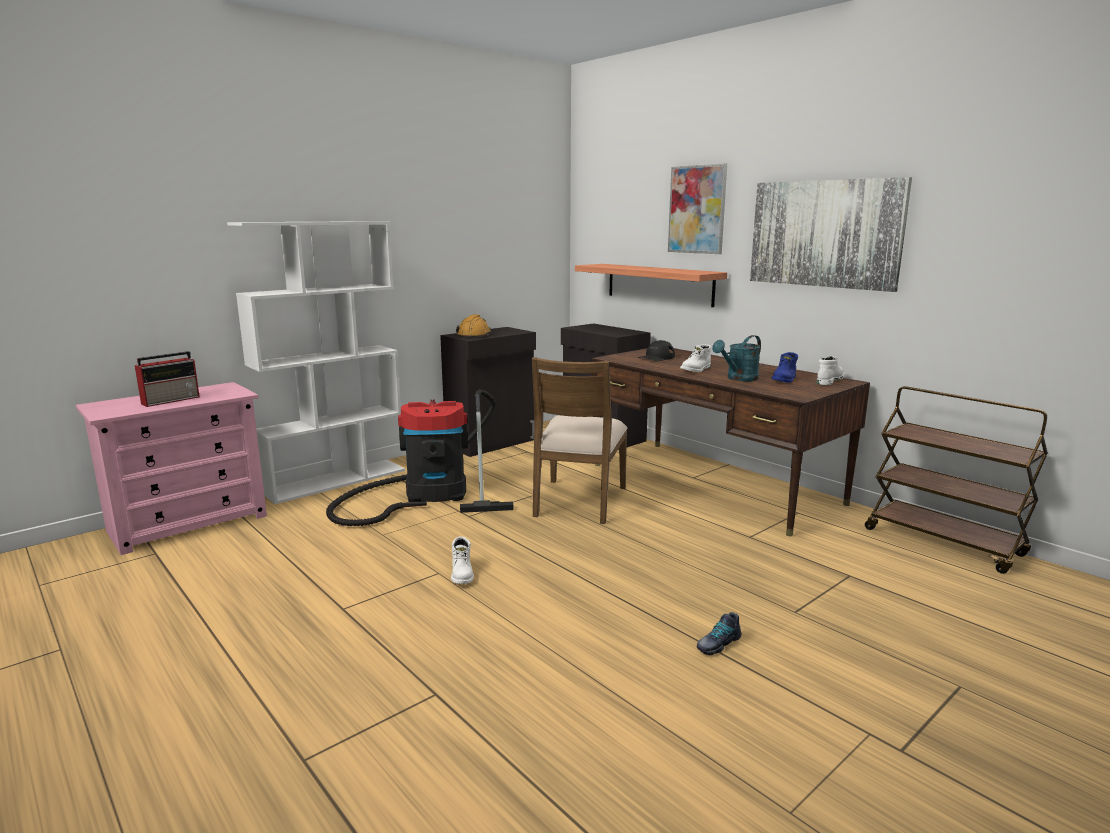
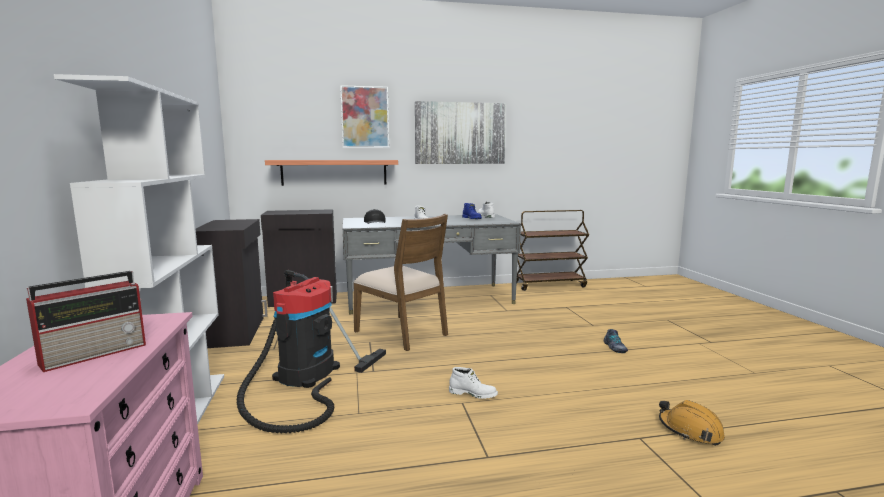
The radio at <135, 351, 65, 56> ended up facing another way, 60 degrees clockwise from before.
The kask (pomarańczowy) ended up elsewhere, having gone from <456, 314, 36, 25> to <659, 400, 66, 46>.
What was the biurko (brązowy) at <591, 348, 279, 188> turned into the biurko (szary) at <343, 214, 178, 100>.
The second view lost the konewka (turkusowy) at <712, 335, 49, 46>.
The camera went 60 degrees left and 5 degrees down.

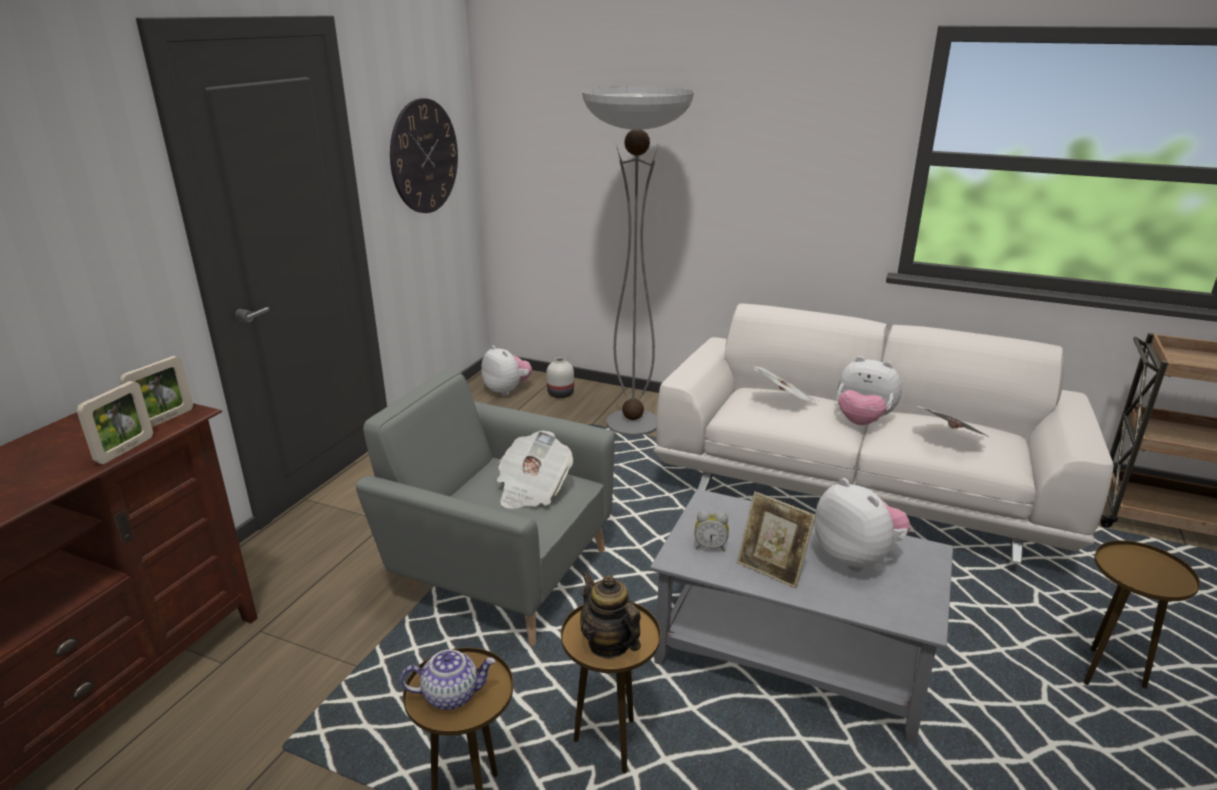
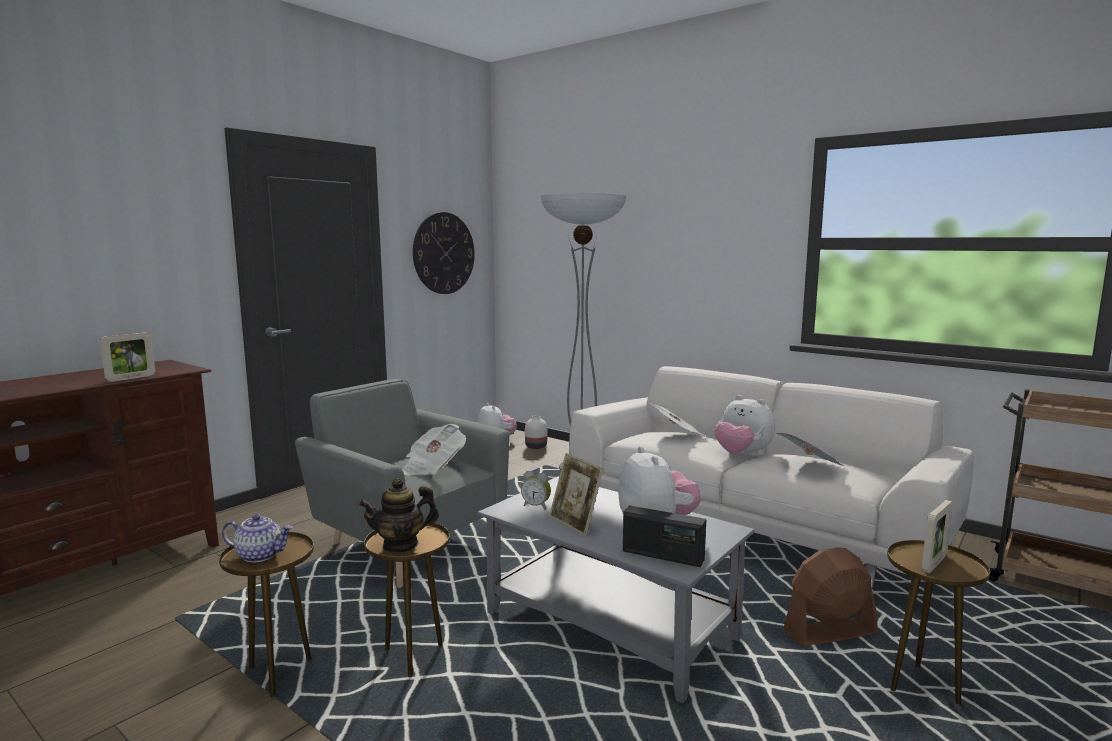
The ramka na zdjęcie ended up elsewhere, having gone from <120, 356, 73, 71> to <922, 500, 31, 73>.
The imbryk at <580, 572, 61, 87> ended up facing another way, 90 degrees counterclockwise from before.
The second view gained the radio at <623, 506, 83, 61>.
The second view gained the wentylator (brązowy) at <783, 547, 95, 99>.
The camera went 15 degrees right and 15 degrees down.

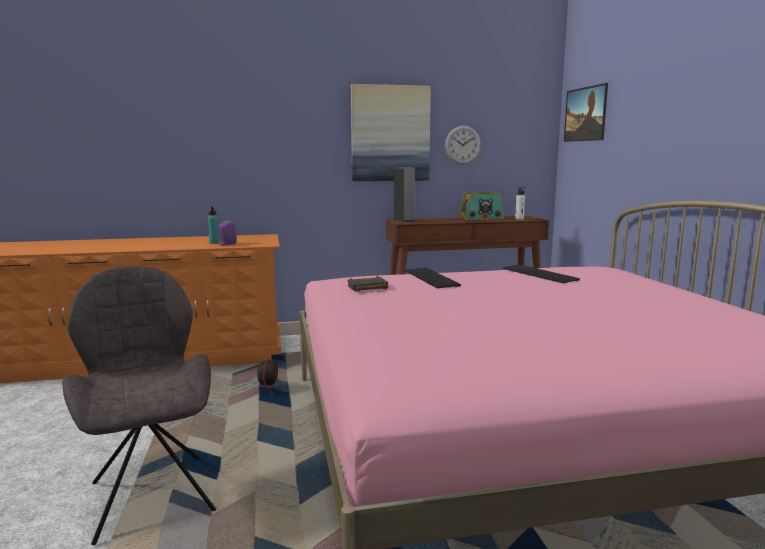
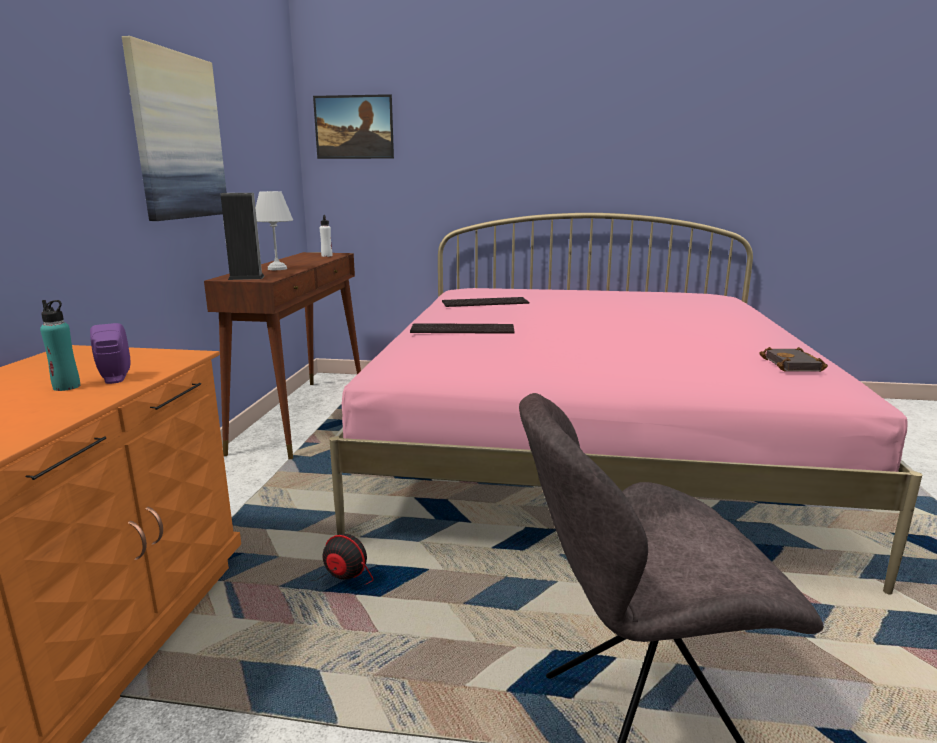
The książka (czarny) ended up elsewhere, having gone from <347, 276, 41, 16> to <759, 347, 69, 25>.
The second view lost the zegar ścienny at <445, 126, 36, 38>.
The second view lost the radio at <459, 192, 46, 28>.
The second view gained the lampa stołowa (biały) at <255, 191, 38, 79>.
The camera went 70 degrees left and 5 degrees up.

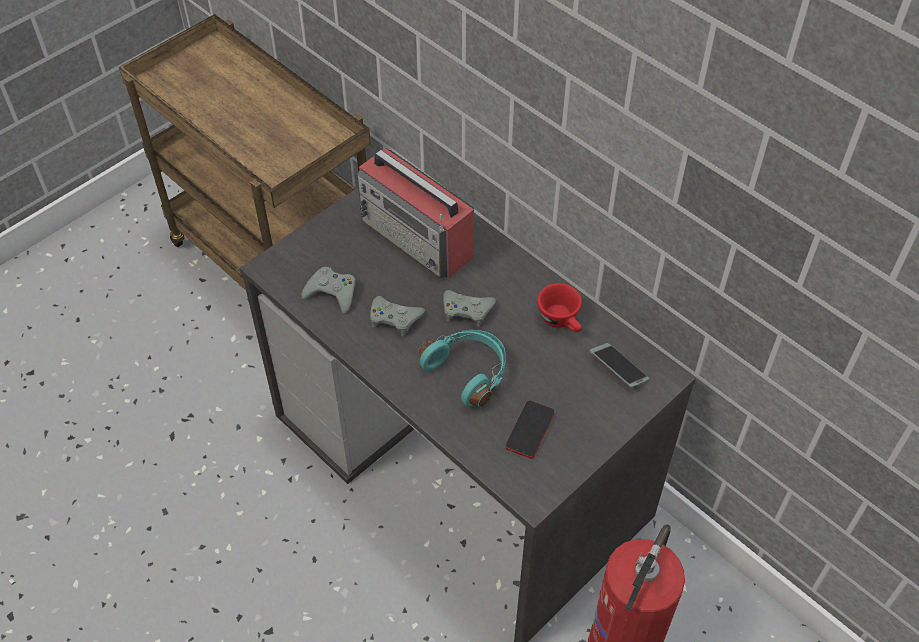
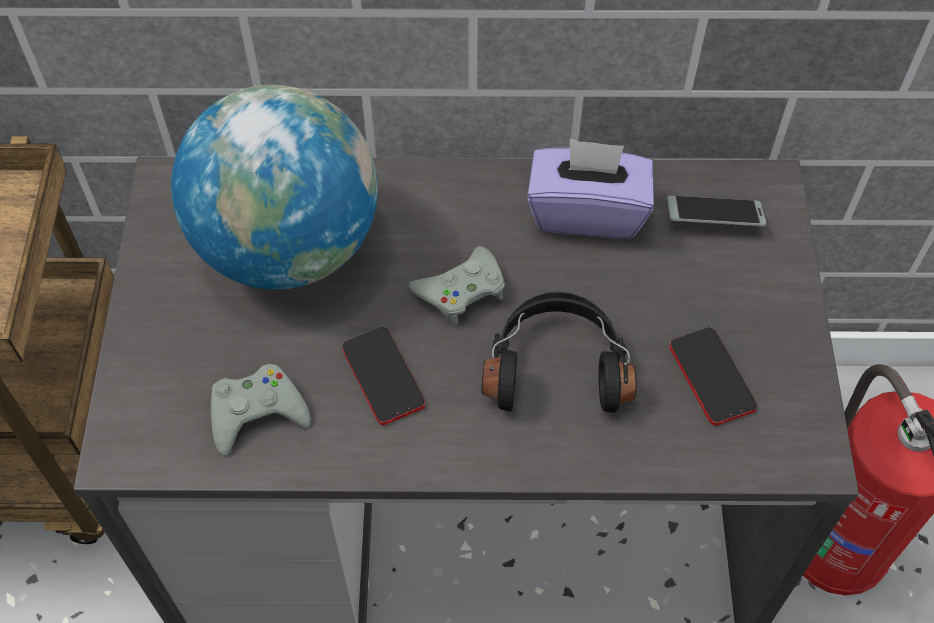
Where the radio stood at <357, 148, 117, 131>, the globus came to stand at <171, 85, 207, 205>.
Where the pad do gier (szary) stood at <370, 296, 55, 40>, the telefon came to stand at <342, 327, 83, 98>.
What was the słuchawki (turkusowy) at <419, 330, 87, 77> turned into the słuchawki (czarny) at <481, 291, 156, 122>.
Where the filiżanka (czerwony) stood at <537, 283, 45, 49>, the pudełko chusteczek (fioletowy) came to stand at <527, 138, 127, 101>.
The camera went 45 degrees left and 5 degrees up.

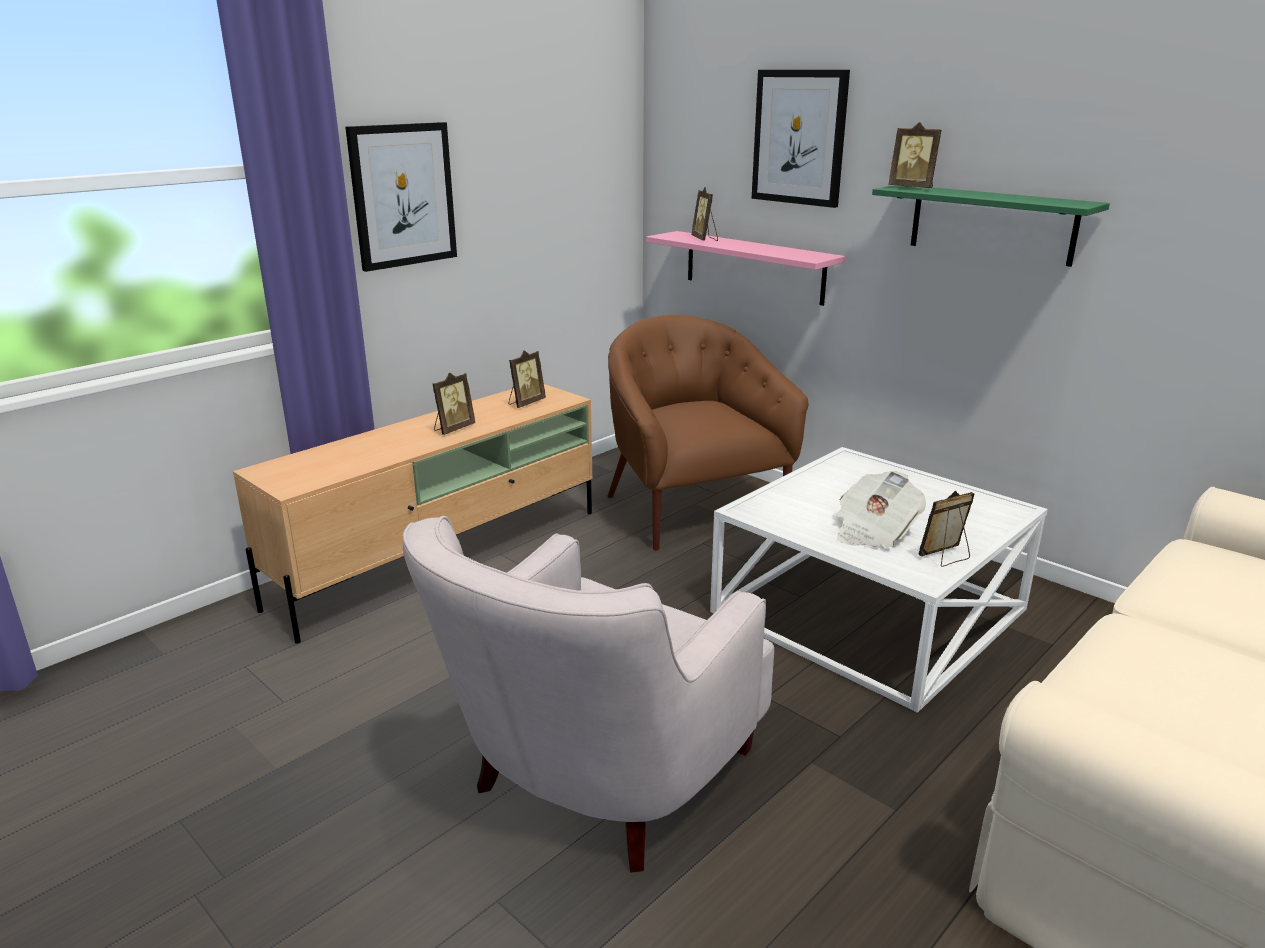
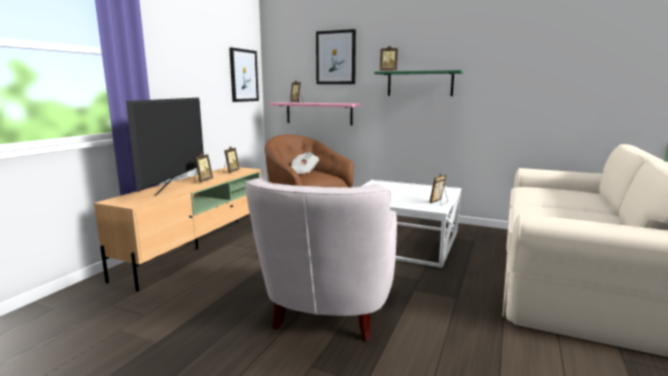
The obraz ended up elsewhere, having gone from <345, 122, 112, 150> to <229, 47, 30, 55>.
The gazeta ended up elsewhere, having gone from <836, 471, 90, 77> to <291, 152, 28, 22>.
The second view gained the telewizor at <126, 98, 78, 98>.
The camera went 20 degrees left and 10 degrees down.

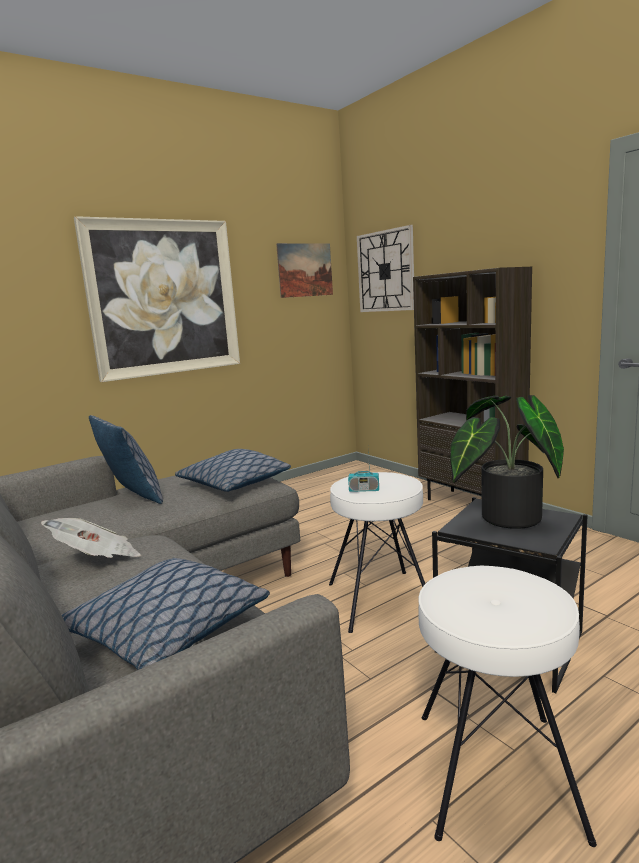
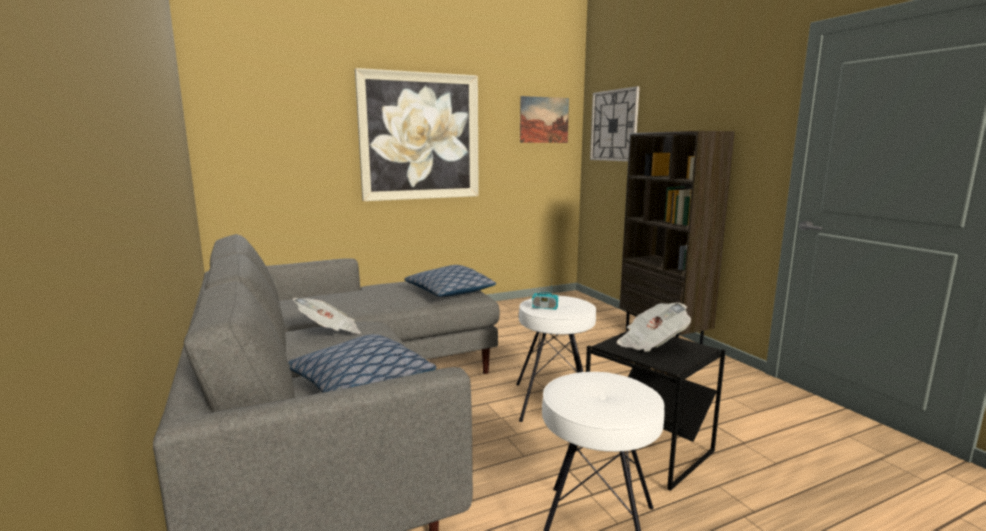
The second view lost the poduszka at <89, 415, 74, 89>.
Where the roślina doniczkowa stood at <450, 395, 114, 134>, the gazeta came to stand at <617, 303, 74, 49>.
The camera went 10 degrees right and 0 degrees up.

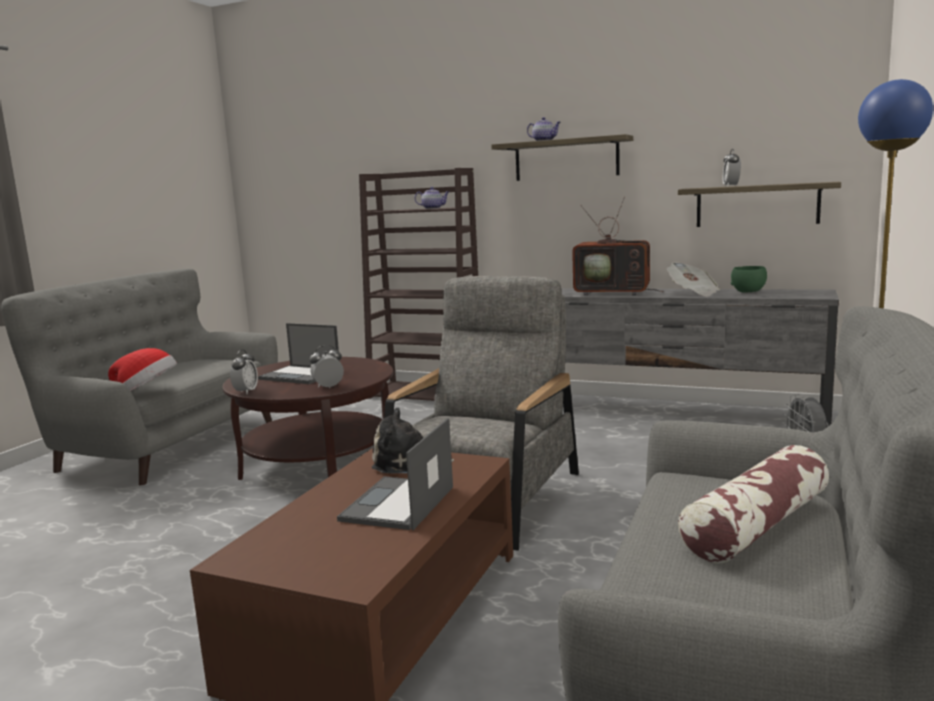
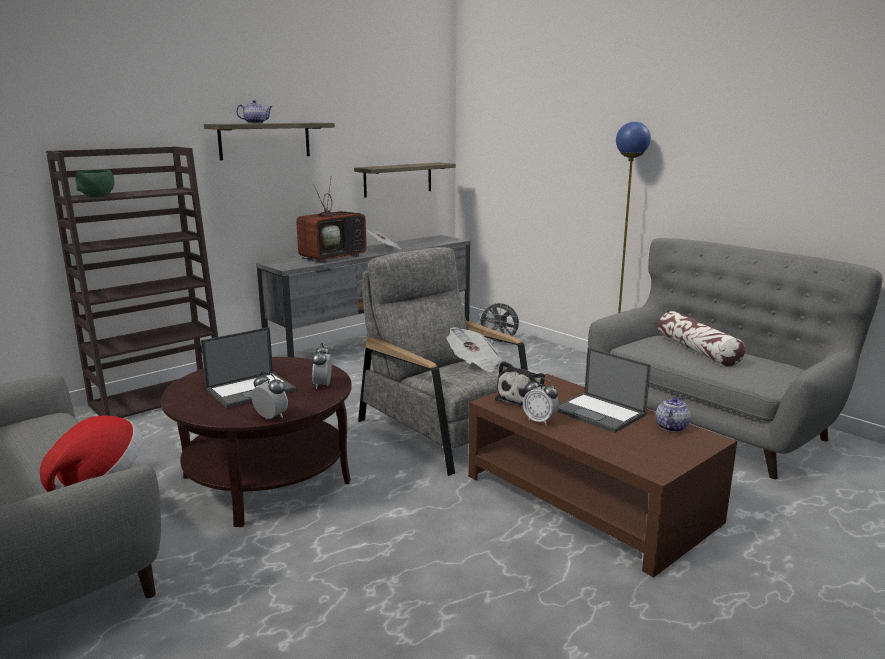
The imbryk ended up elsewhere, having gone from <415, 187, 34, 22> to <656, 396, 34, 36>.
The budzik ended up elsewhere, having gone from <723, 149, 18, 38> to <523, 377, 36, 48>.
The miska (zielony) ended up elsewhere, having gone from <731, 266, 36, 27> to <75, 169, 40, 28>.
The second view gained the gazeta at <446, 327, 56, 45>.
The camera went 65 degrees left and 5 degrees up.

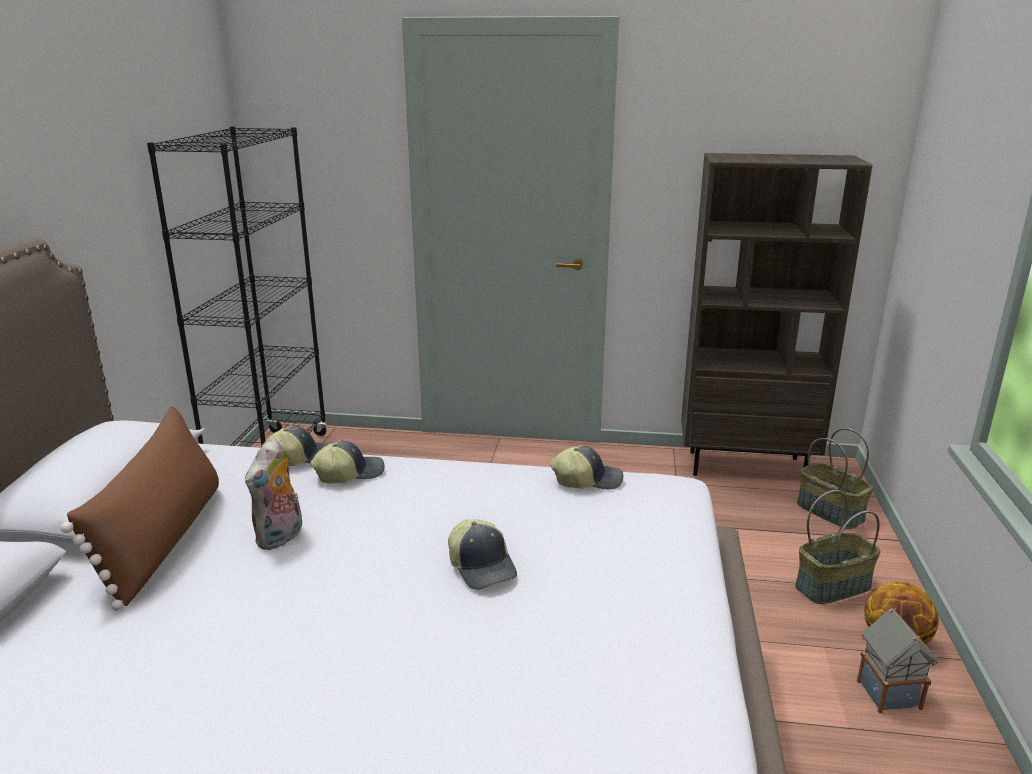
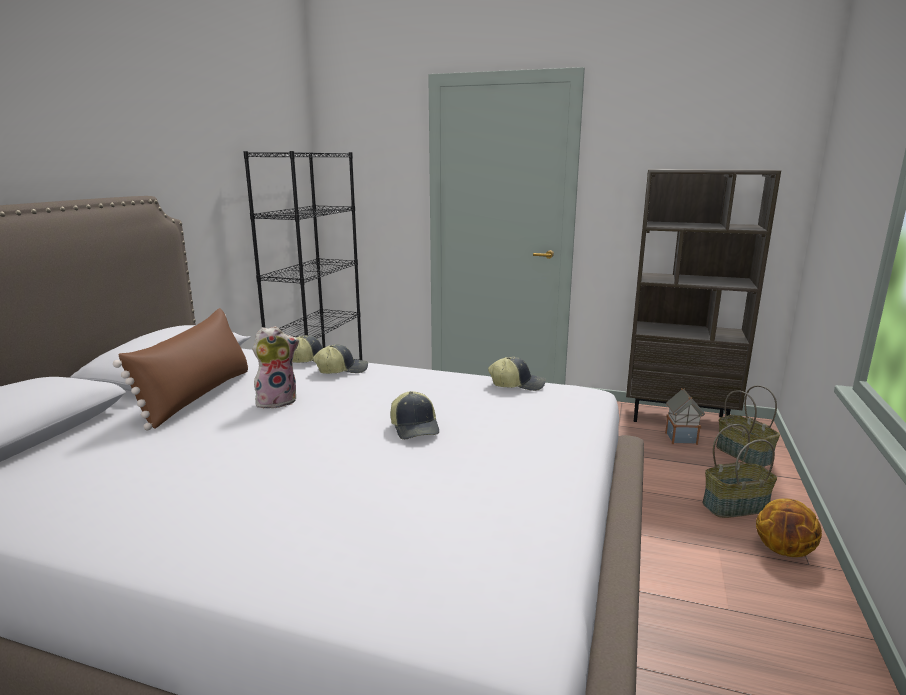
The pluszak at <245, 438, 57, 112> ended up facing another way, 150 degrees counterclockwise from before.
The domek ended up elsewhere, having gone from <857, 608, 81, 106> to <665, 388, 40, 57>.
The camera went 10 degrees right and 5 degrees down.

